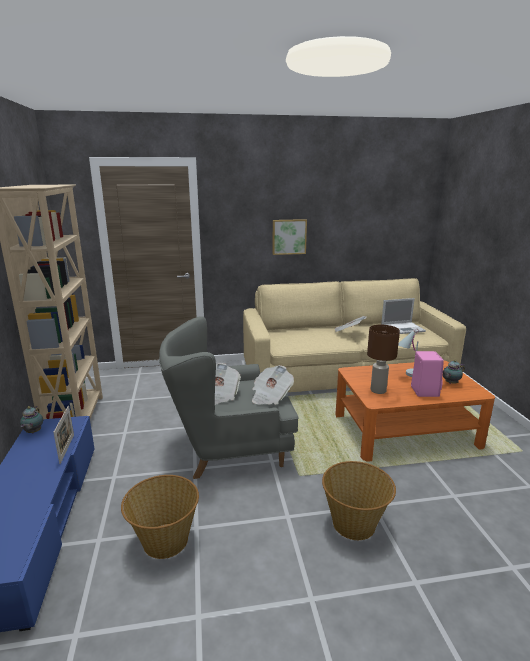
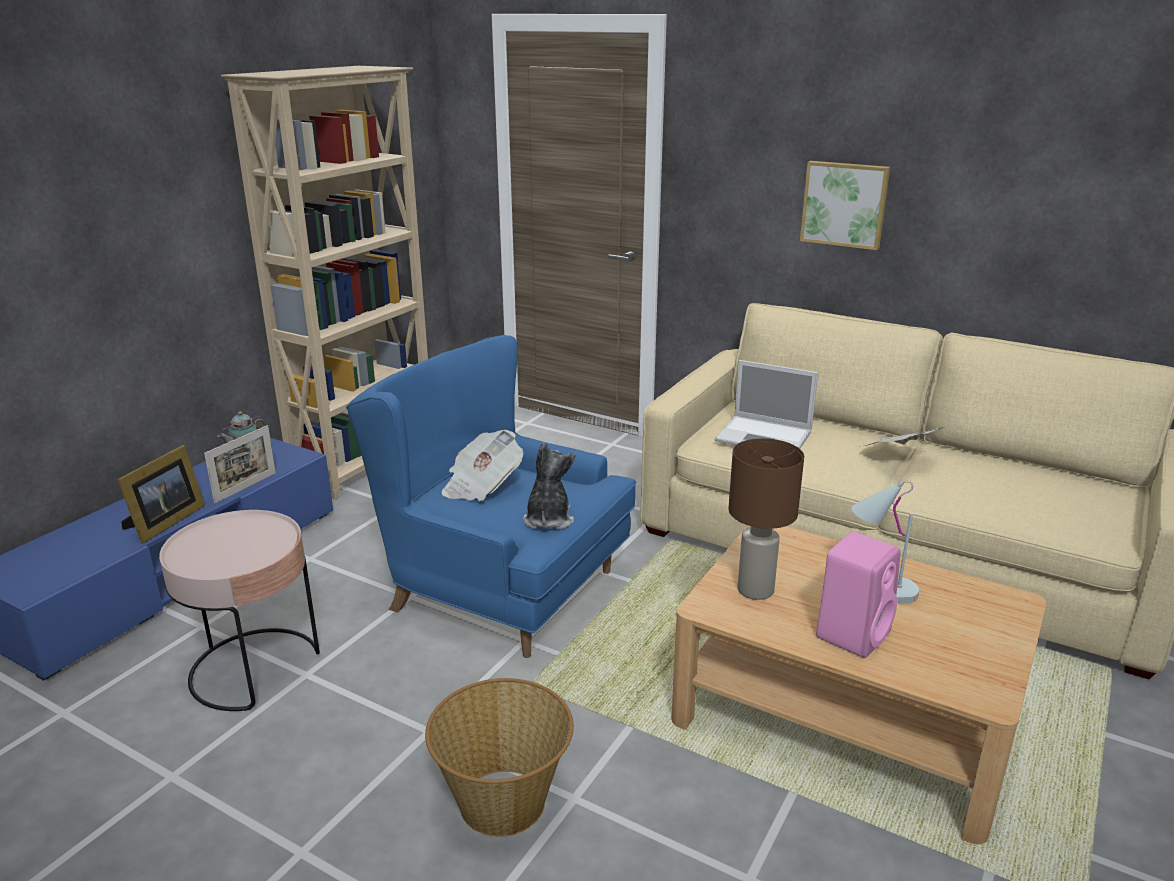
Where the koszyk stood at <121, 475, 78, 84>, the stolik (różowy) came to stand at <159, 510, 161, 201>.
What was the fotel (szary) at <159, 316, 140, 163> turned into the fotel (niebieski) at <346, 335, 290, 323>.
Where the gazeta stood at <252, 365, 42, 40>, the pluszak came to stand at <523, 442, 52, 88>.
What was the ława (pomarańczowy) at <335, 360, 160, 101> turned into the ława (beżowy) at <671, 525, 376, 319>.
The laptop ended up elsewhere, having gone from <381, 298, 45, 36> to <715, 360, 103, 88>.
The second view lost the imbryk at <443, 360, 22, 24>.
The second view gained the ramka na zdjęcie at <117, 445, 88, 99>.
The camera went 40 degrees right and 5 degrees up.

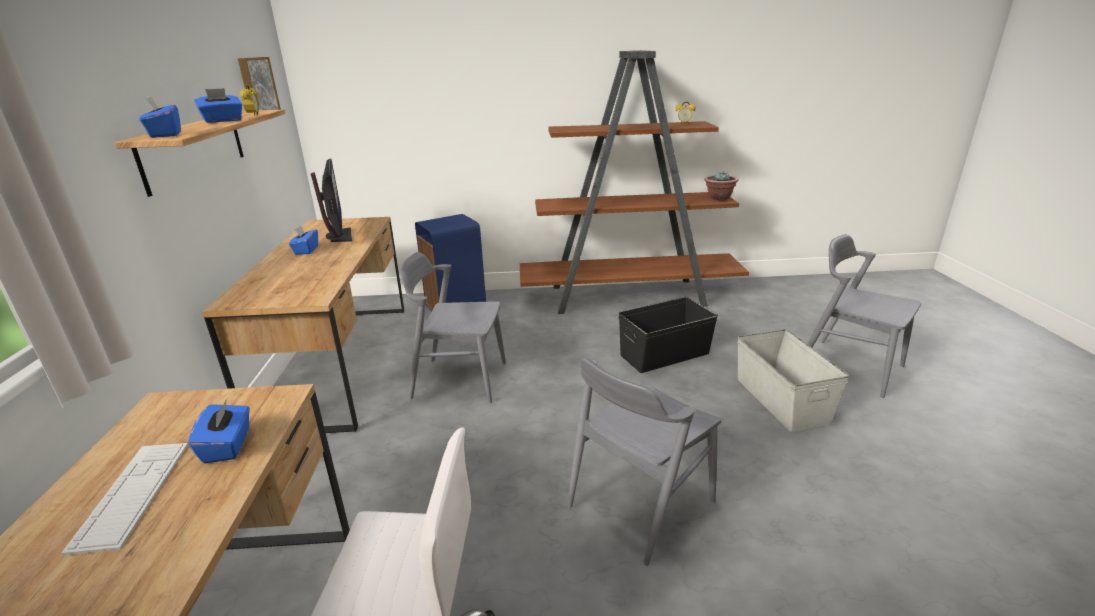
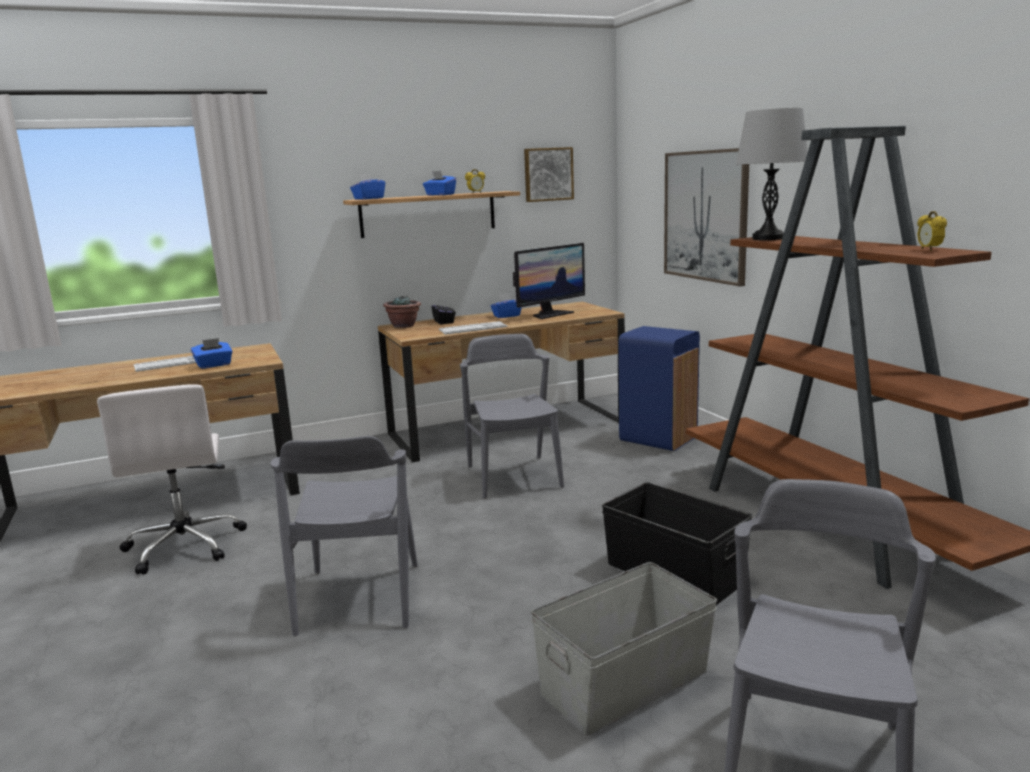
The krzesło (szary) at <567, 358, 154, 208> ended up facing another way, 120 degrees counterclockwise from before.
The roślina doniczkowa ended up elsewhere, having gone from <704, 172, 35, 29> to <383, 295, 38, 33>.
The second view gained the pudełko chusteczek (czarny) at <431, 299, 25, 25>.
The second view gained the klawiatura at <439, 321, 68, 14>.
The second view gained the obraz at <664, 148, 85, 139>.
The second view gained the lampa stołowa (szary) at <736, 108, 72, 132>.
The camera went 70 degrees right and 10 degrees down.

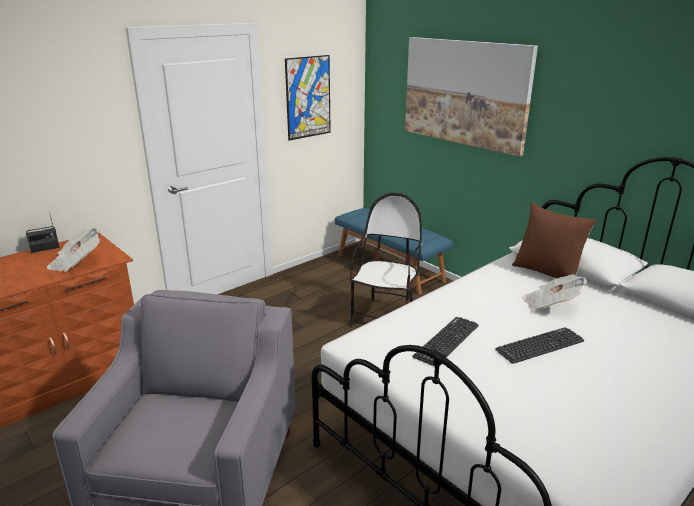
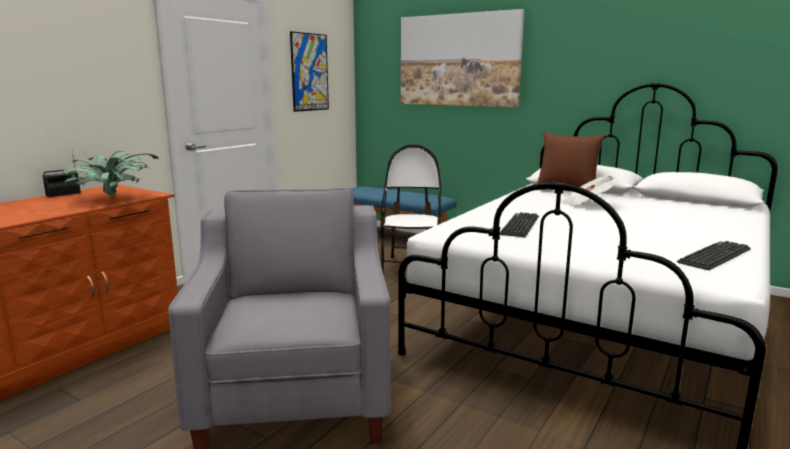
Where the gazeta stood at <47, 228, 53, 44>, the roślina doniczkowa came to stand at <62, 151, 97, 47>.
The klawiatura ended up elsewhere, having gone from <495, 327, 89, 37> to <677, 241, 74, 29>.
The camera went 15 degrees left and 10 degrees down.

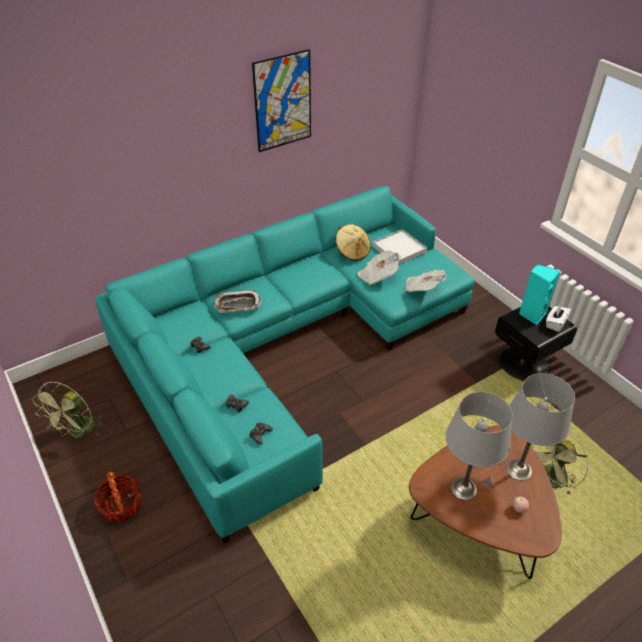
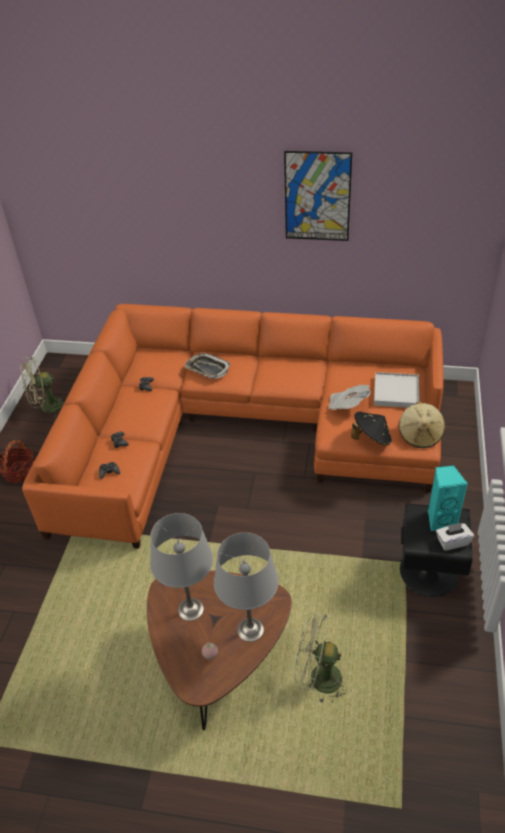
What was the kanapa (turkusowy) at <95, 186, 380, 358> turned into the kanapa (pomarańczowy) at <22, 304, 422, 245>.
The kapelusz (beżowy) ended up elsewhere, having gone from <336, 224, 35, 37> to <398, 402, 47, 46>.
Where the gazeta stood at <404, 270, 43, 22>, the kapelusz (czarny) came to stand at <351, 412, 41, 34>.
The camera went 45 degrees right and 0 degrees up.

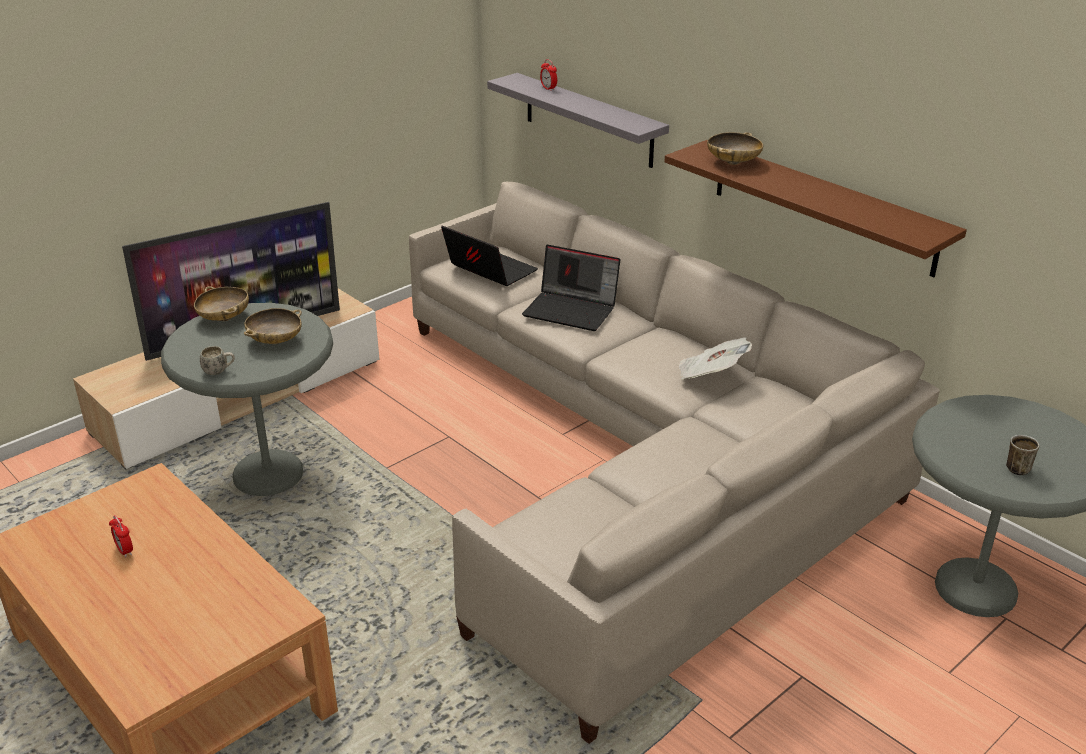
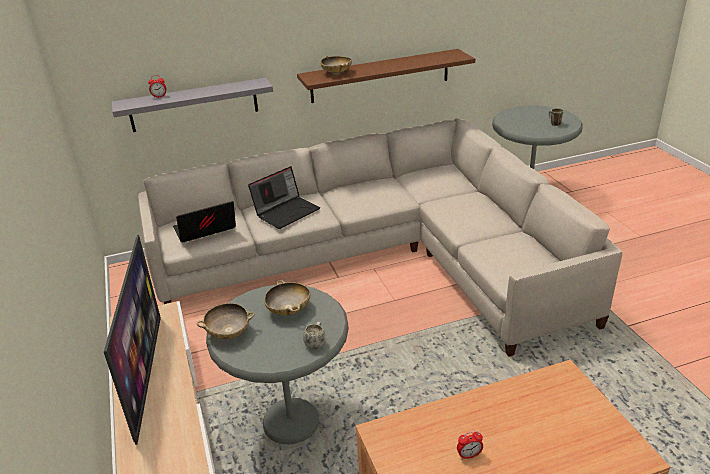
The second view lost the gazeta at <679, 337, 73, 43>.
The camera went 65 degrees left and 0 degrees up.

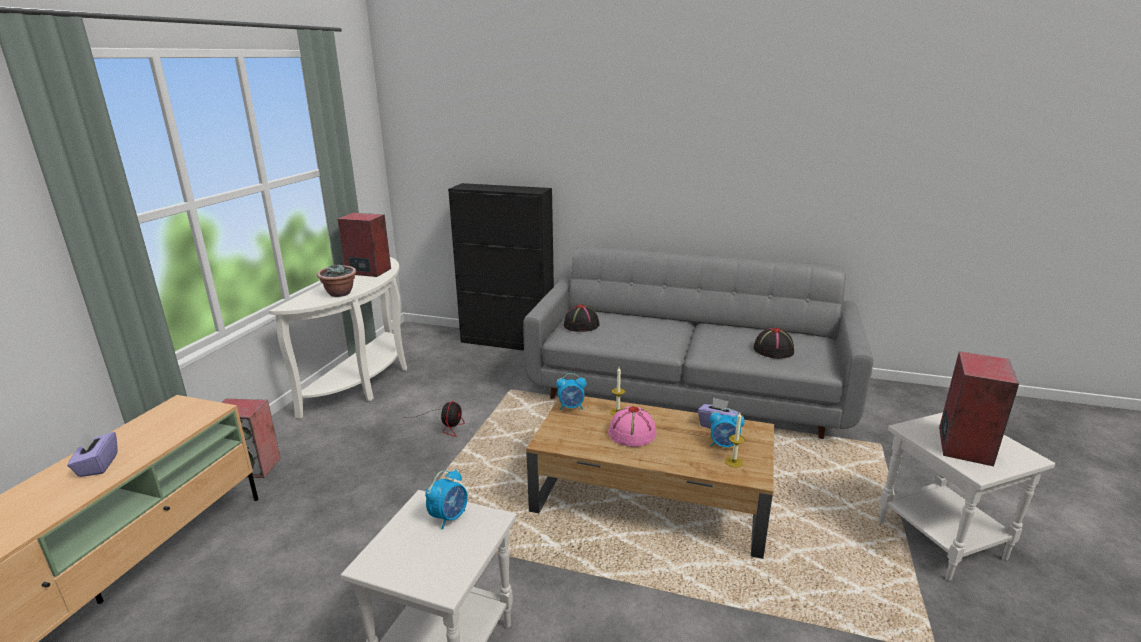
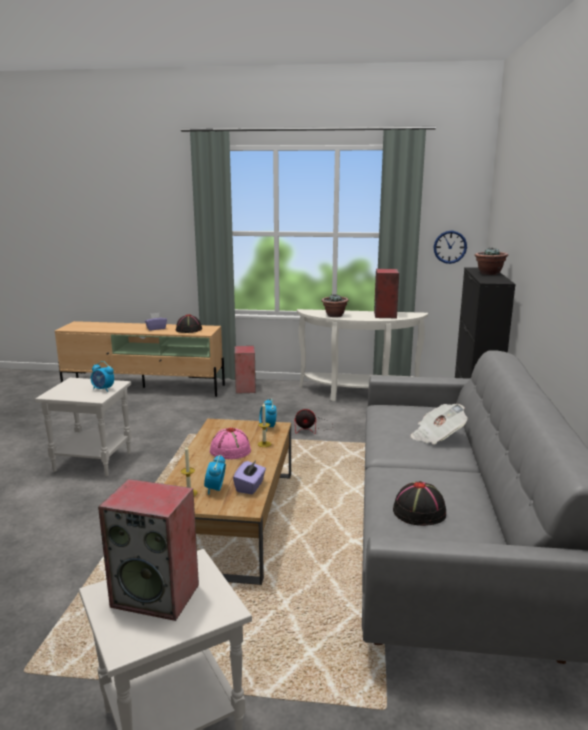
The kapelusz (czarny) ended up elsewhere, having gone from <564, 304, 36, 28> to <176, 314, 26, 19>.
The second view gained the gazeta at <410, 404, 58, 40>.
The second view gained the zegar ścienny at <434, 230, 33, 34>.
The second view gained the roślina doniczkowa at <475, 247, 33, 28>.
The camera went 80 degrees right and 5 degrees down.

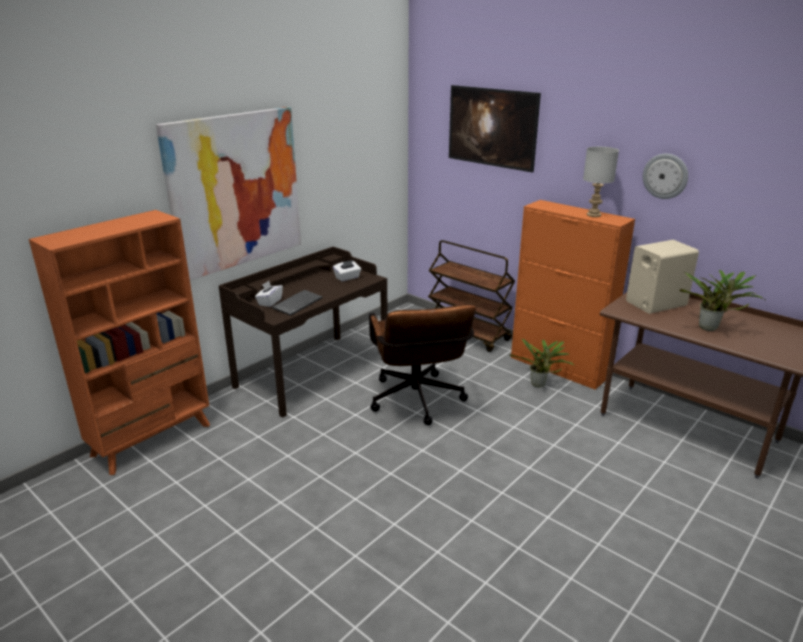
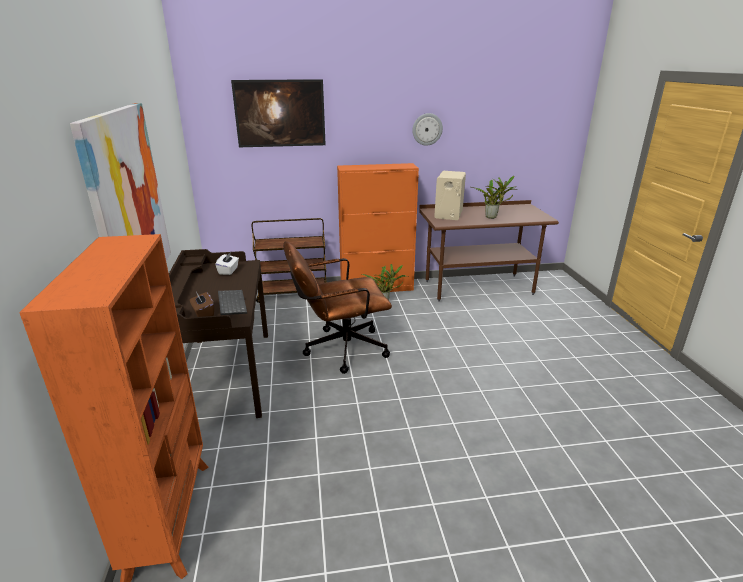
What was the pudełko chusteczek (biały) at <255, 281, 28, 26> turned into the pudełko chusteczek (brązowy) at <190, 292, 24, 25>.
The krzesło biurowe (brązowy) at <369, 305, 107, 120> ended up facing another way, 135 degrees clockwise from before.
The second view lost the lampa stołowa (szary) at <583, 147, 36, 70>.
The camera went 50 degrees left and 0 degrees up.

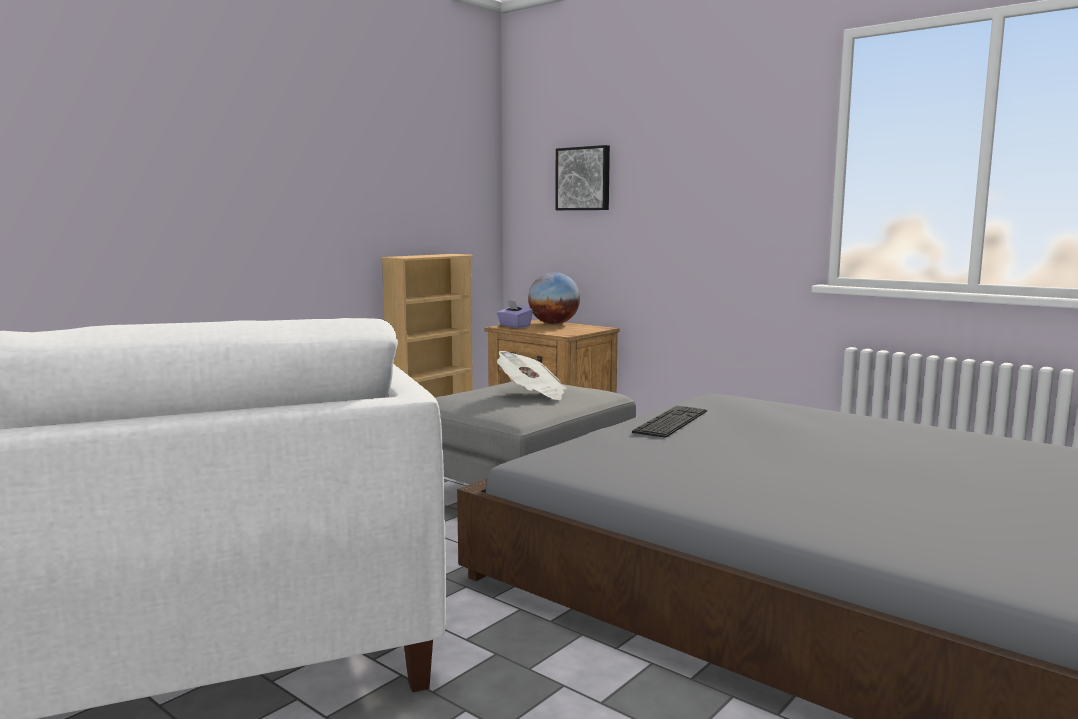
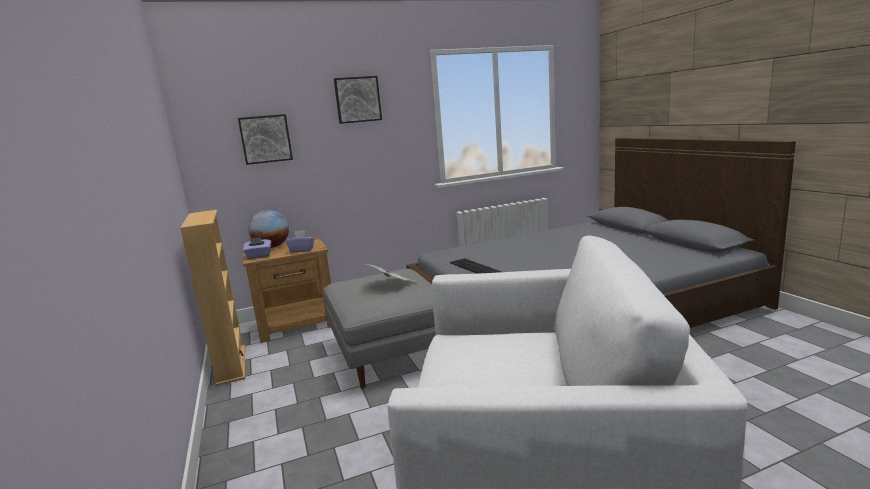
The second view gained the pudełko chusteczek (fioletowy) at <286, 230, 29, 23>.
The second view gained the obraz at <334, 76, 48, 48>.
The camera went 60 degrees left and 5 degrees up.

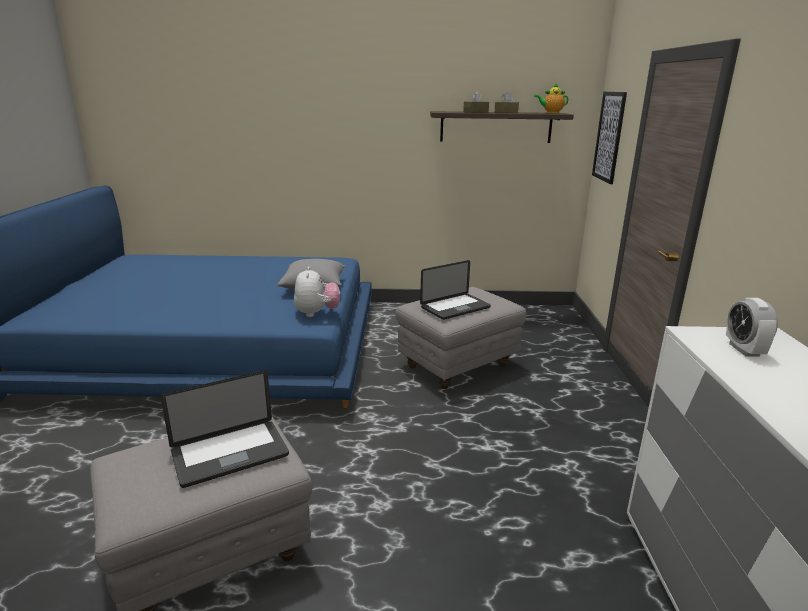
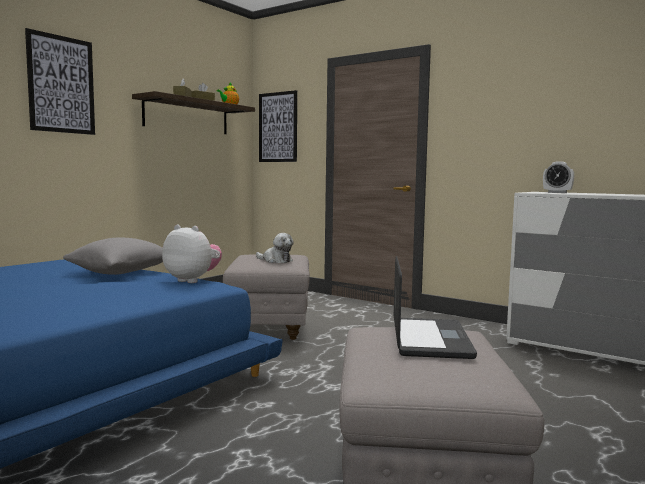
Where the laptop stood at <420, 260, 71, 60>, the pluszak came to stand at <256, 233, 38, 30>.
The second view gained the obraz at <25, 28, 70, 107>.
The camera went 55 degrees left and 15 degrees down.

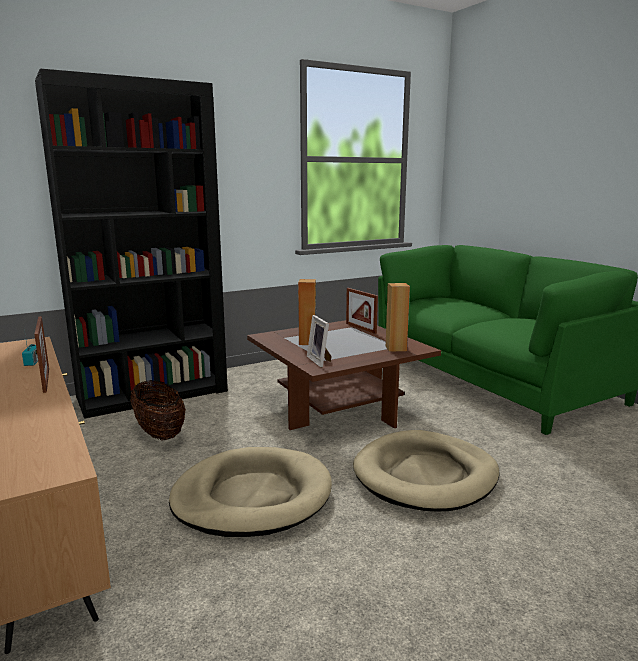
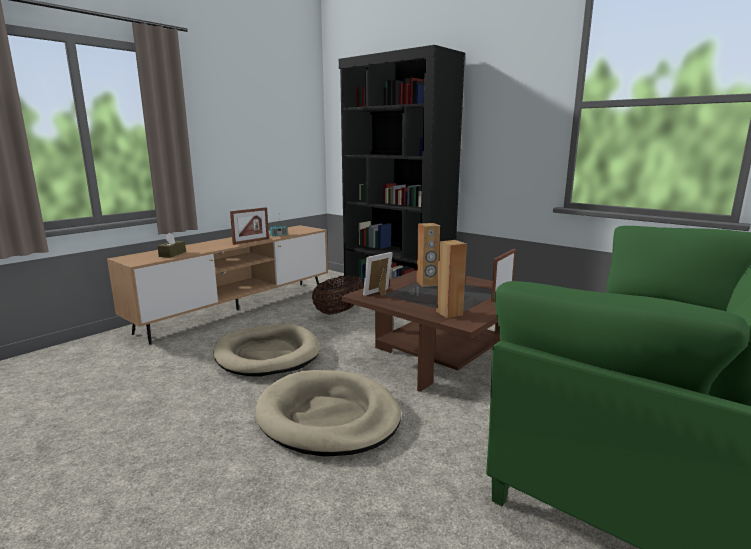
The second view gained the pudełko chusteczek (brązowy) at <157, 233, 29, 25>.
The camera went 70 degrees right and 0 degrees up.

